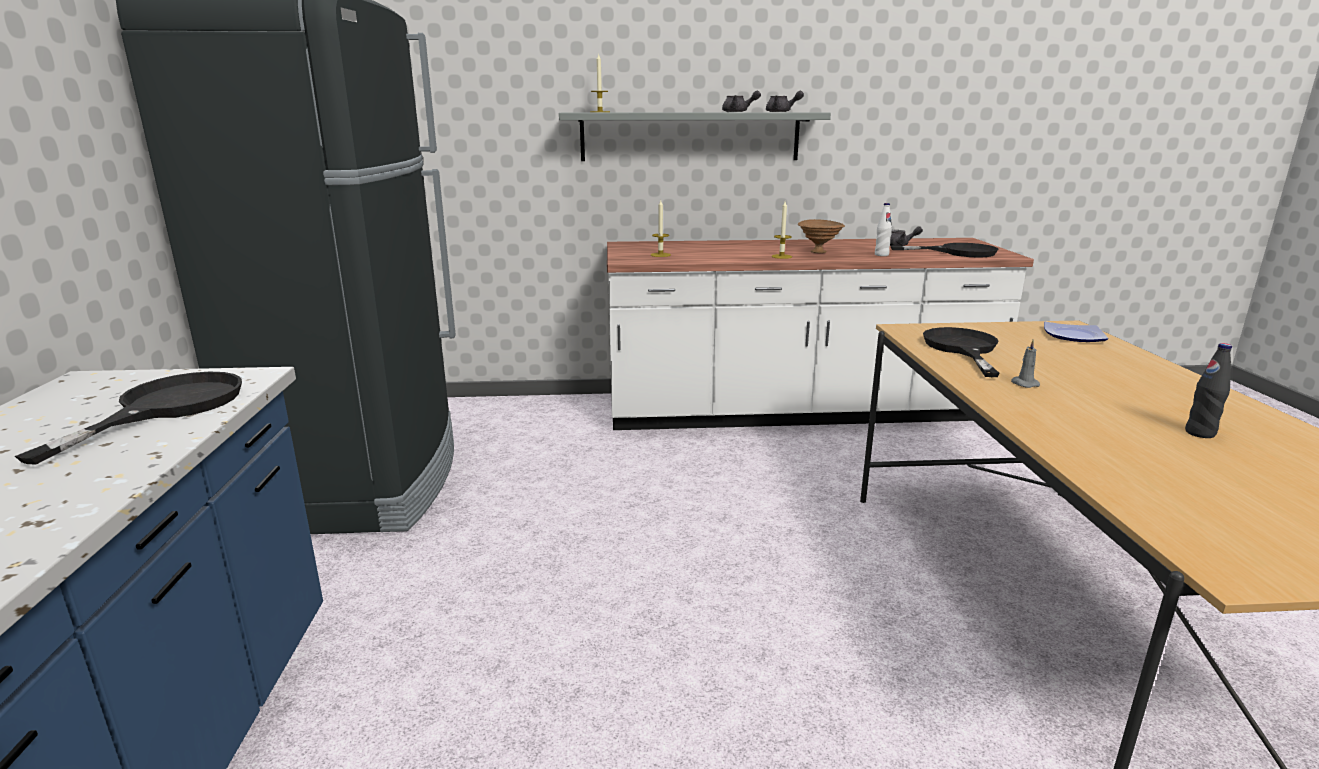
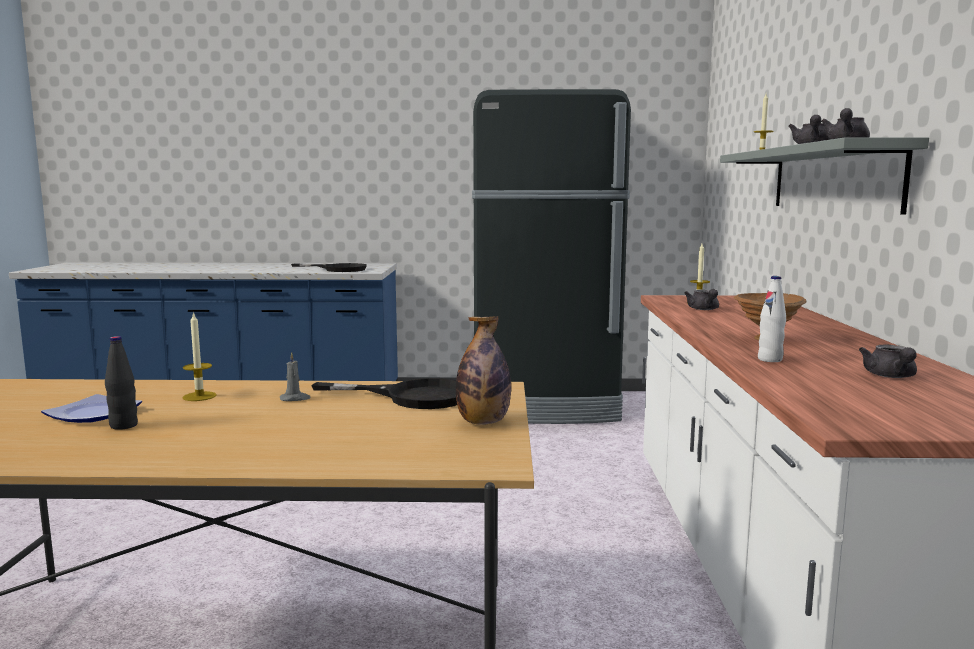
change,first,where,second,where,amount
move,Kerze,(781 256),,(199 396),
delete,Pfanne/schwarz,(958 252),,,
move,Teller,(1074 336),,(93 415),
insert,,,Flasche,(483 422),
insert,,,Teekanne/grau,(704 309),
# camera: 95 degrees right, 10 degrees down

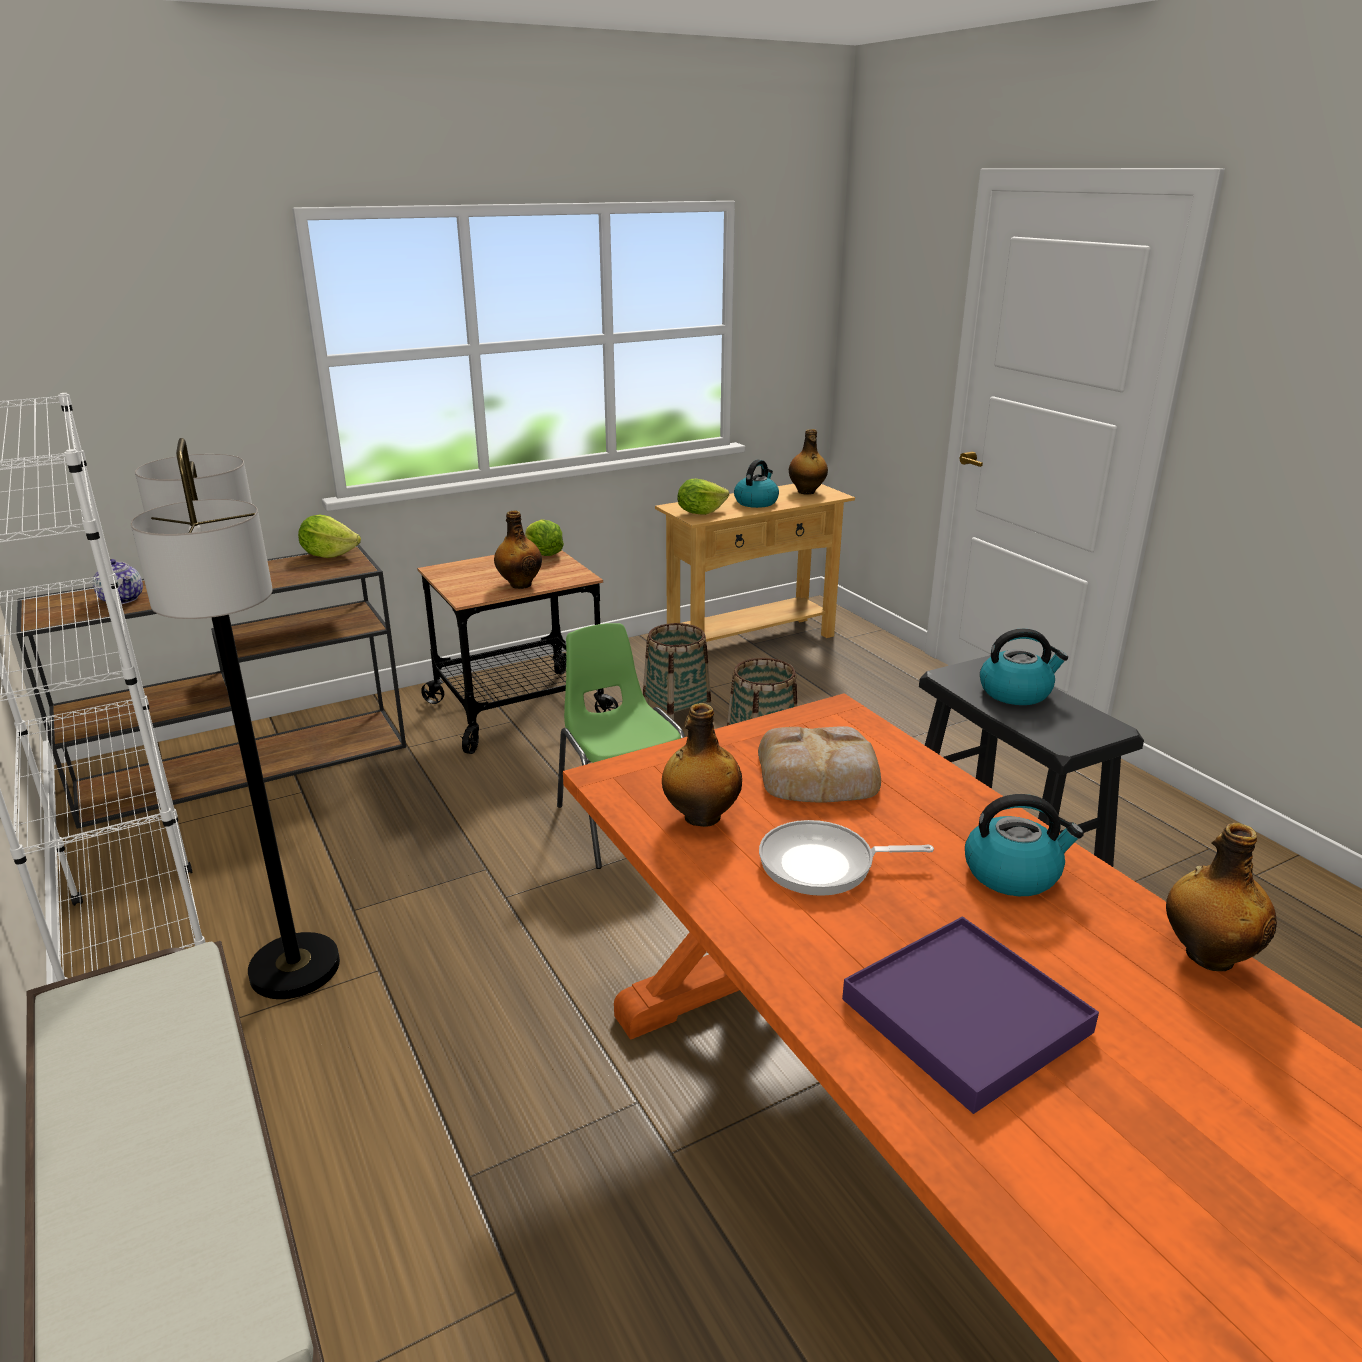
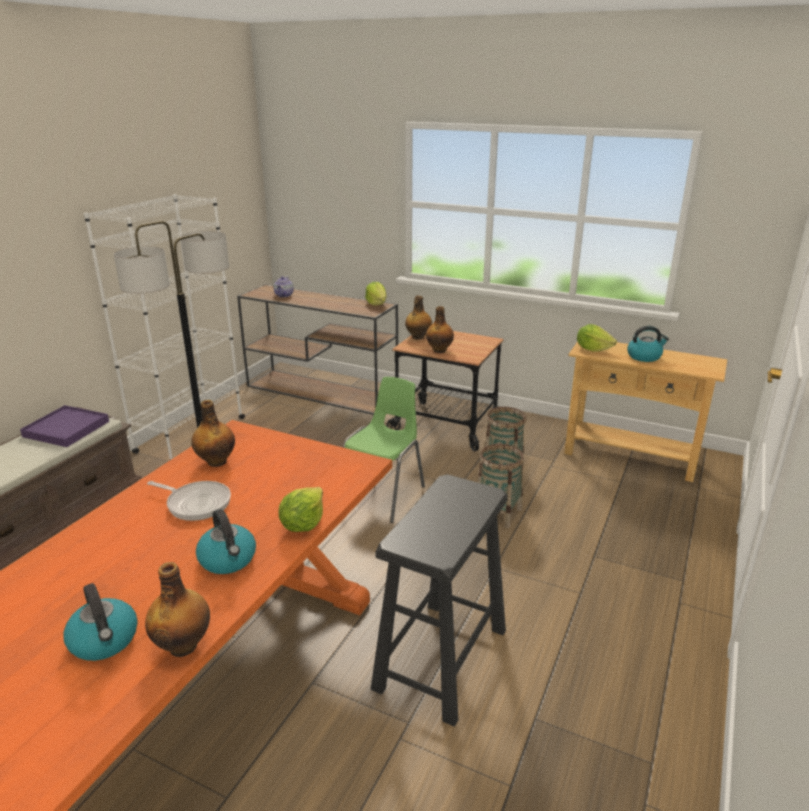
change,first,where,second,where,amount
move,Salatkopf,(543 554),,(303 524),
delete,Brot,(820 775),,,
rotate,Pfanne,(823 865),,(196 503),150 degrees clockwise
move,Flasche,(806 492),,(418 337),
move,Tablett/lila,(965 1016),,(66 429),
move,Wasserkessel,(1016 692),,(105 641),
# camera: 55 degrees right, 0 degrees up

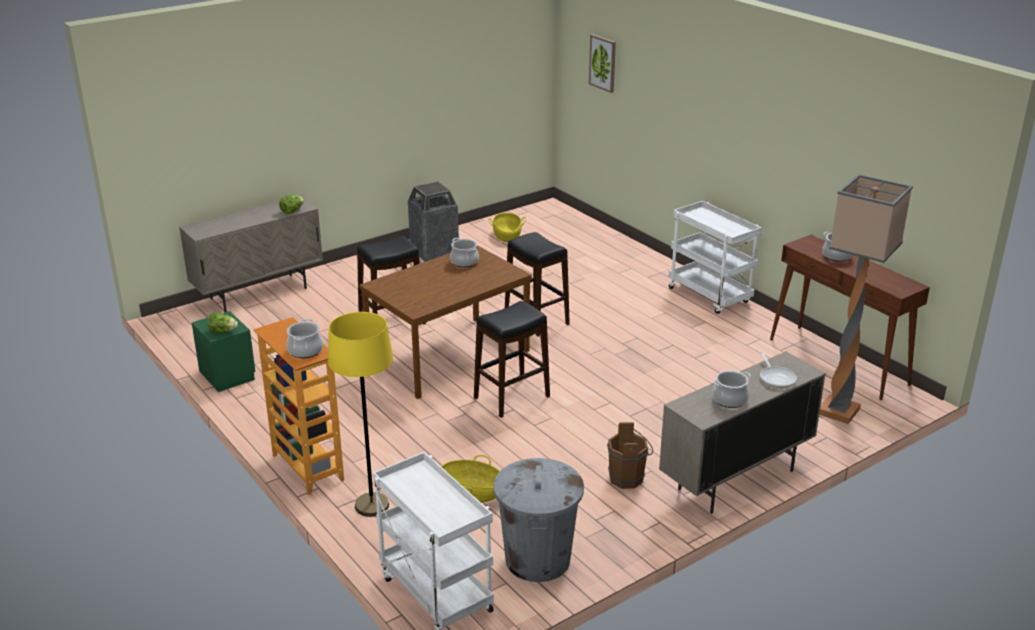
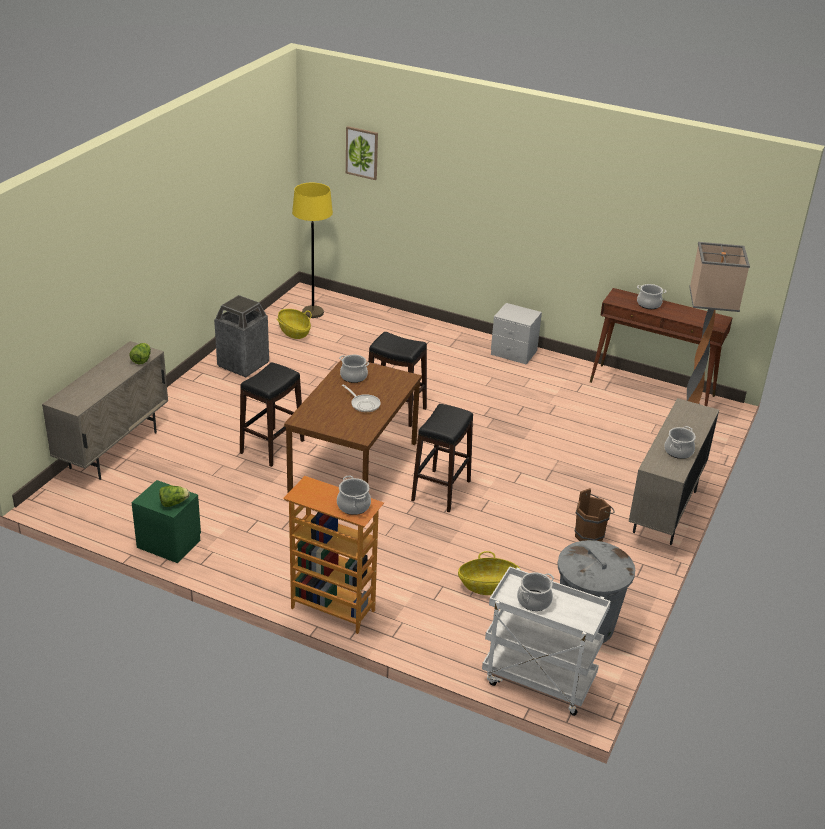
change,first,where,second,where,amount
move,Stehlampe/gelb,(372 505),,(313 312),
replace,Rollwagen/weiß,(710 296),Nachttisch/grau,(513 353),
move,Pfanne,(776 378),,(364 404),
insert,,,Kochtopf,(534 601),
# camera: 30 degrees left, 5 degrees up

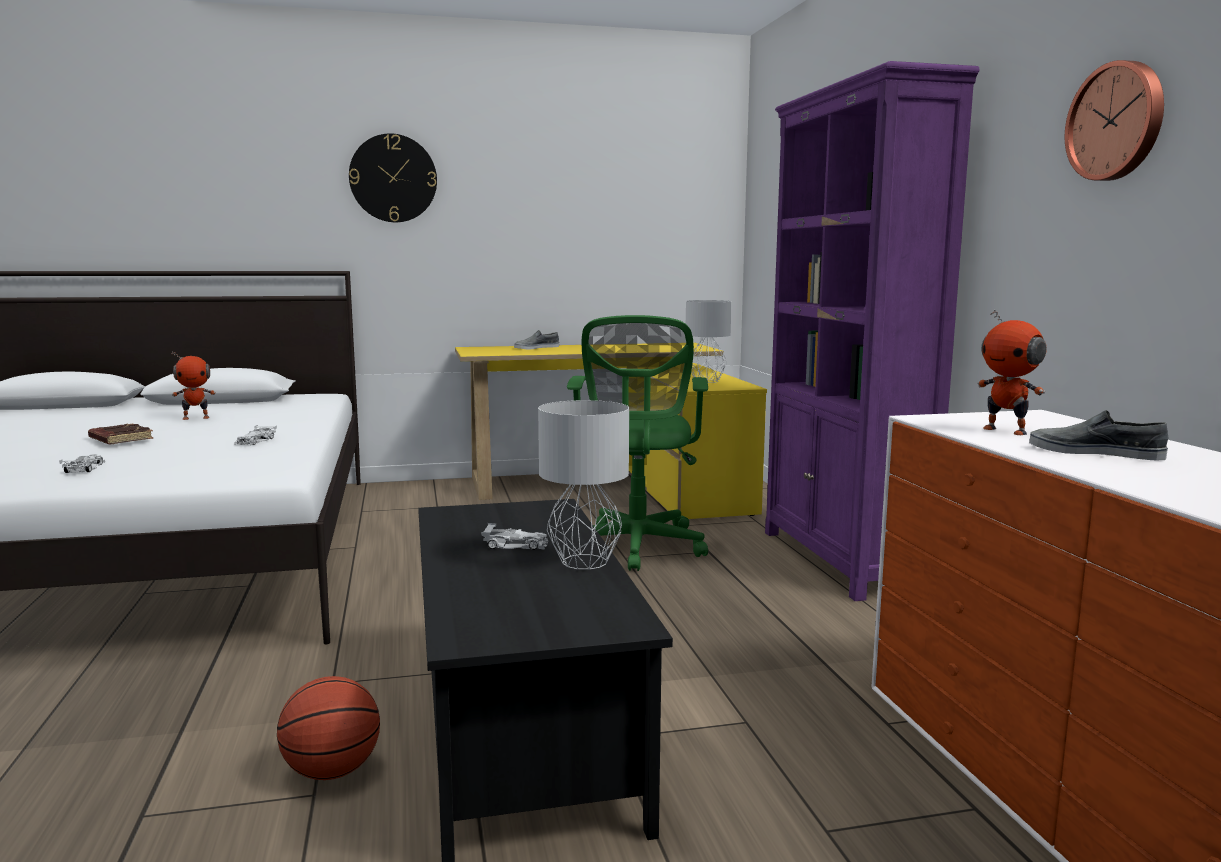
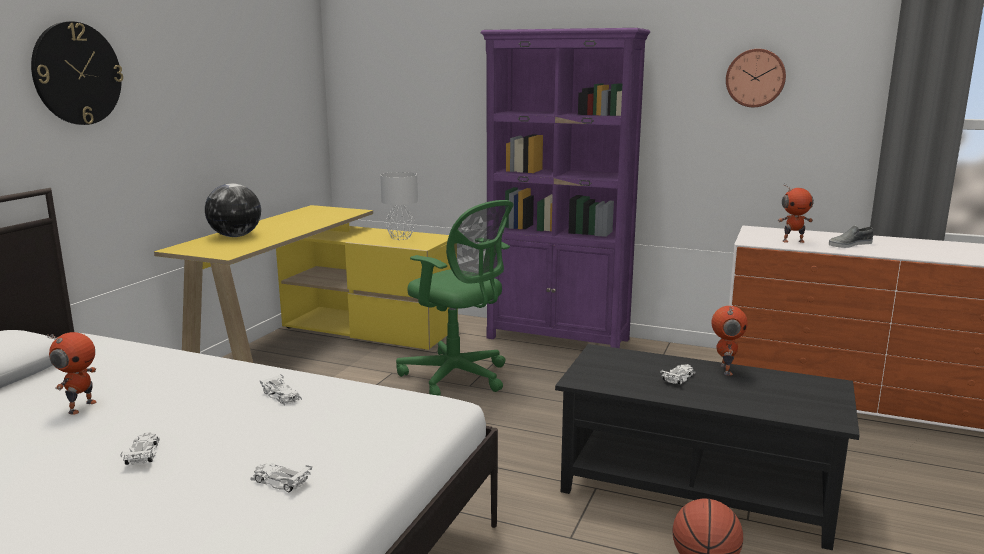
change,first,where,second,where,amount
replace,Buch/braun,(119 439),Spielzeugauto/weiß,(143 454),
replace,Schuh/grau,(536 348),Globus,(236 236),
replace,Tischlampe/grau,(584 561),Spielzeugroboter,(724 370),
# camera: 55 degrees left, 5 degrees up

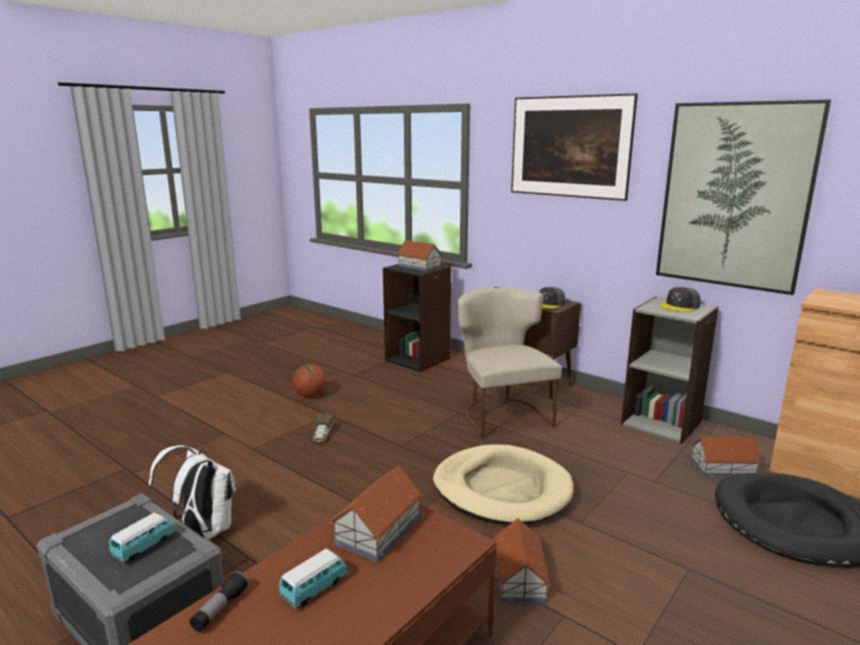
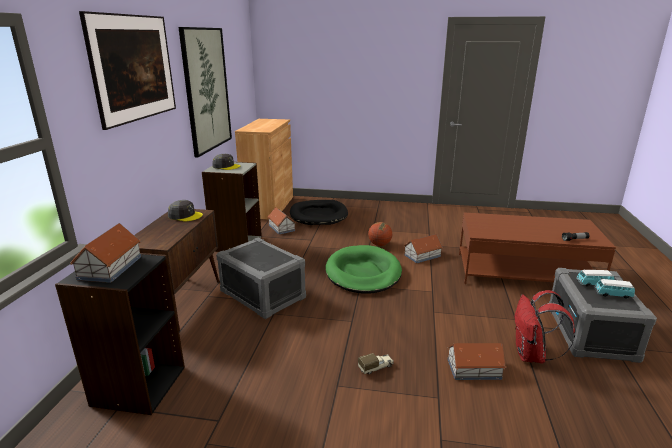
change,first,where,second,where,amount
recolor,Rucksack/weiß,(203 530),Rucksack/rot,(532 355),
move,Spielzeugauto,(314 588),,(613 295),
move,Basketball,(310 395),,(379 244),
move,Spielzeughaus,(377 530),,(474 369),
recolor,Hundebett/beige,(502 489),Hundebett/grün,(363 273),
replace,Stuhl/beige,(502 414),Aufbewahrungsbox/grau,(262 295),
# camera: 120 degrees left, 5 degrees up

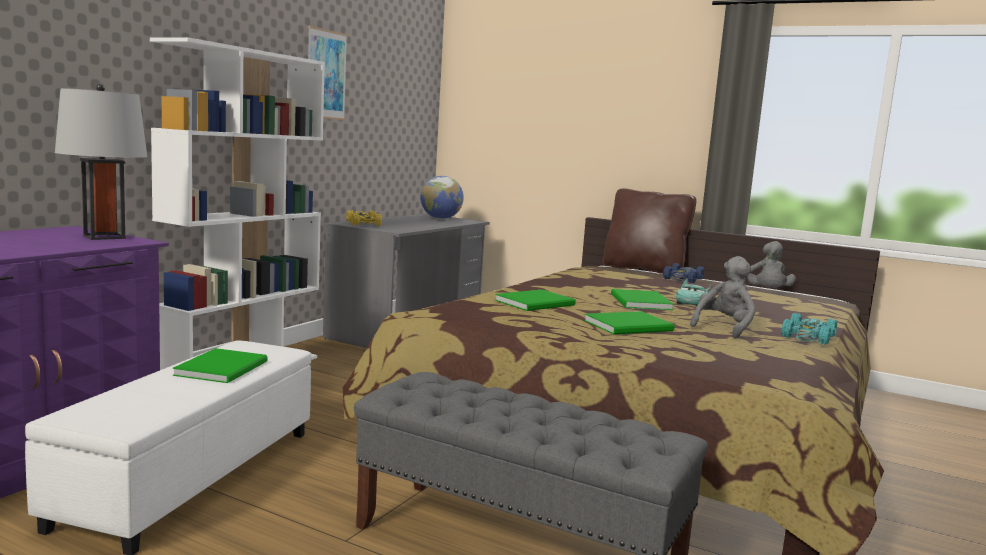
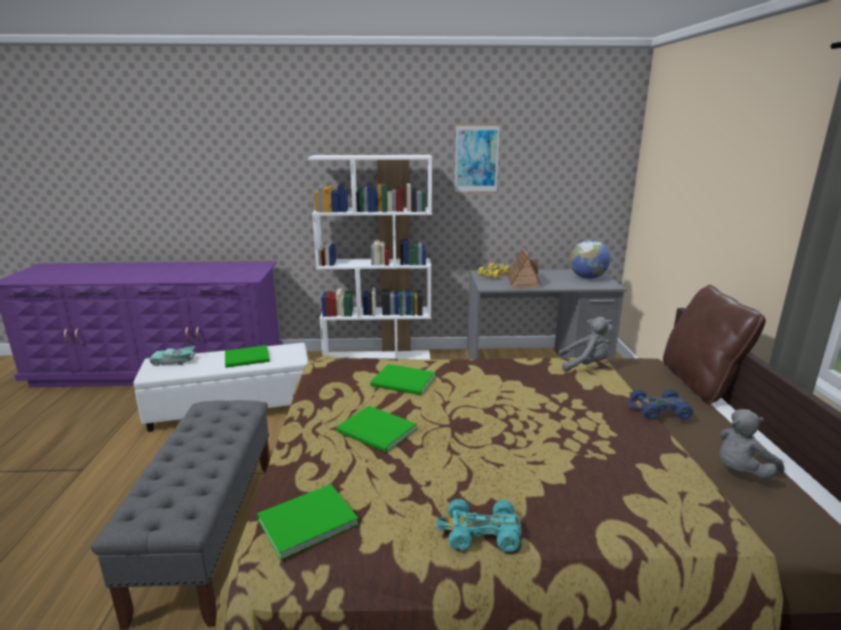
change,first,where,second,where,amount
delete,Tischlampe/grau,(104 237),,,
move,Buch/grün,(639 302),,(304 521),
move,Spielzeugauto/türkis,(692 301),,(174 361),
move,Plüschtier/grau,(724 328),,(585 365),
insert,,,Spielzeughaus,(522 283),
# camera: 60 degrees right, 10 degrees up

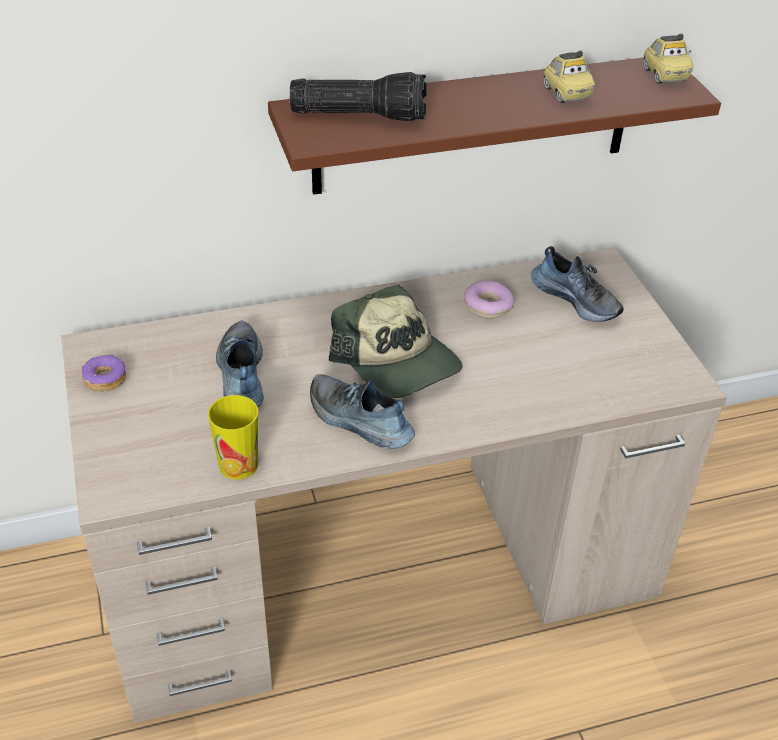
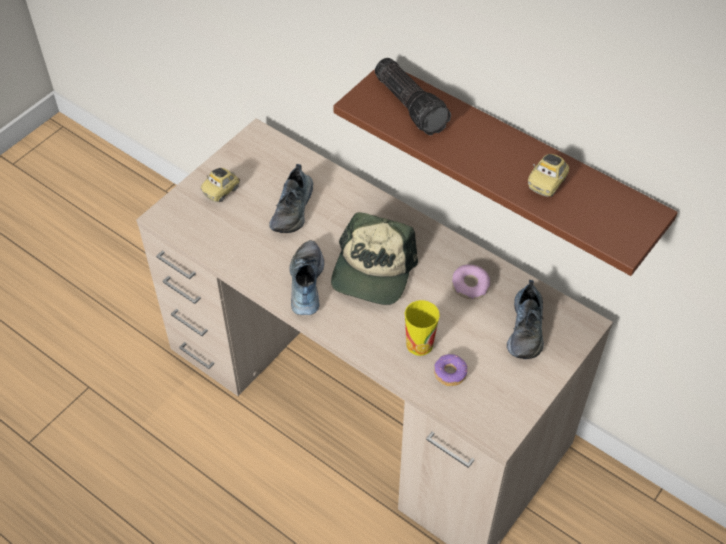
change,first,where,second,where,amount
move,Donut,(105 379),,(450 373),
move,Tasse,(238 465),,(419 344),
rotate,Schuh,(240 375),,(293 209),150 degrees clockwise
move,Spielzeugauto,(664 75),,(221 191),
# camera: 55 degrees right, 10 degrees up

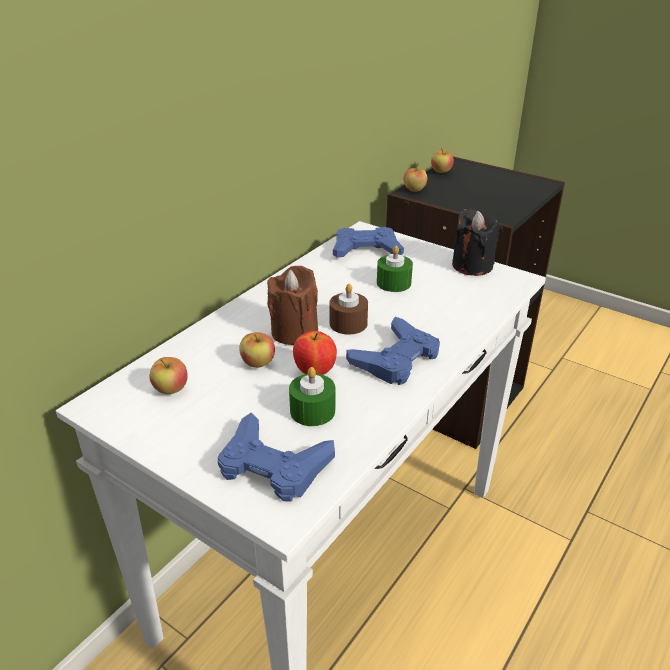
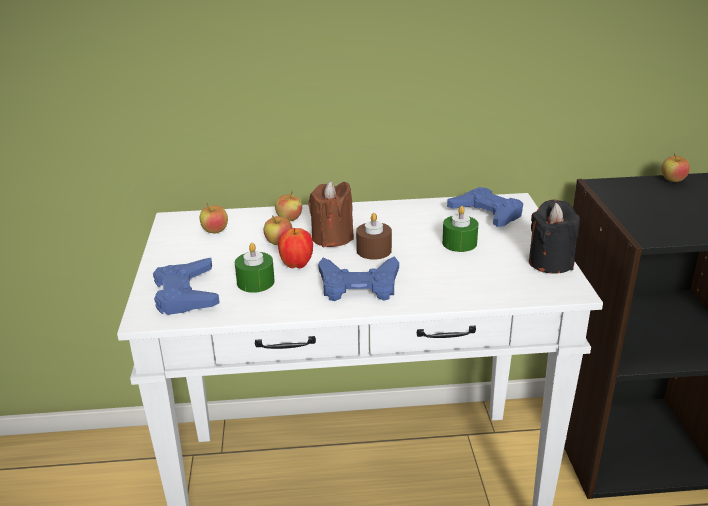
change,first,where,second,where,amount
move,Apfel,(414 190),,(289 219),
# camera: 50 degrees right, 5 degrees down

